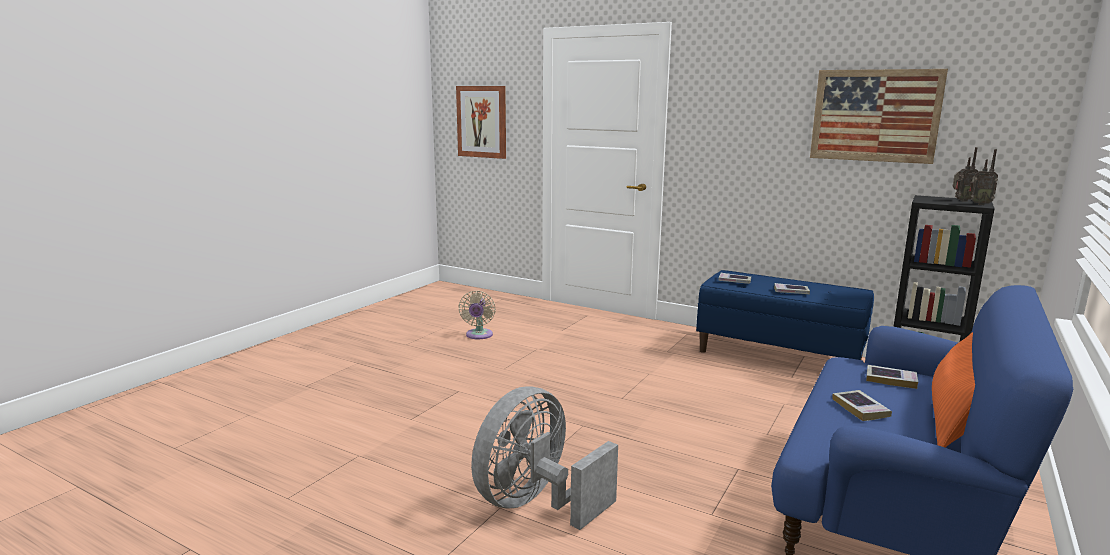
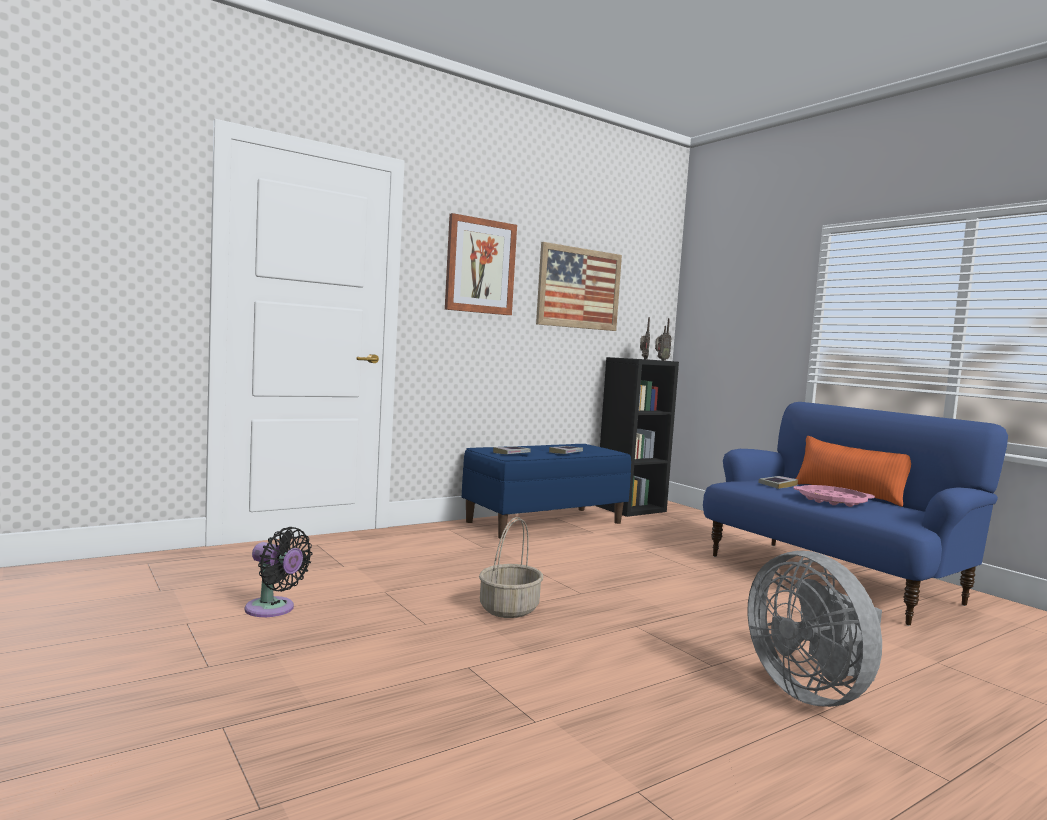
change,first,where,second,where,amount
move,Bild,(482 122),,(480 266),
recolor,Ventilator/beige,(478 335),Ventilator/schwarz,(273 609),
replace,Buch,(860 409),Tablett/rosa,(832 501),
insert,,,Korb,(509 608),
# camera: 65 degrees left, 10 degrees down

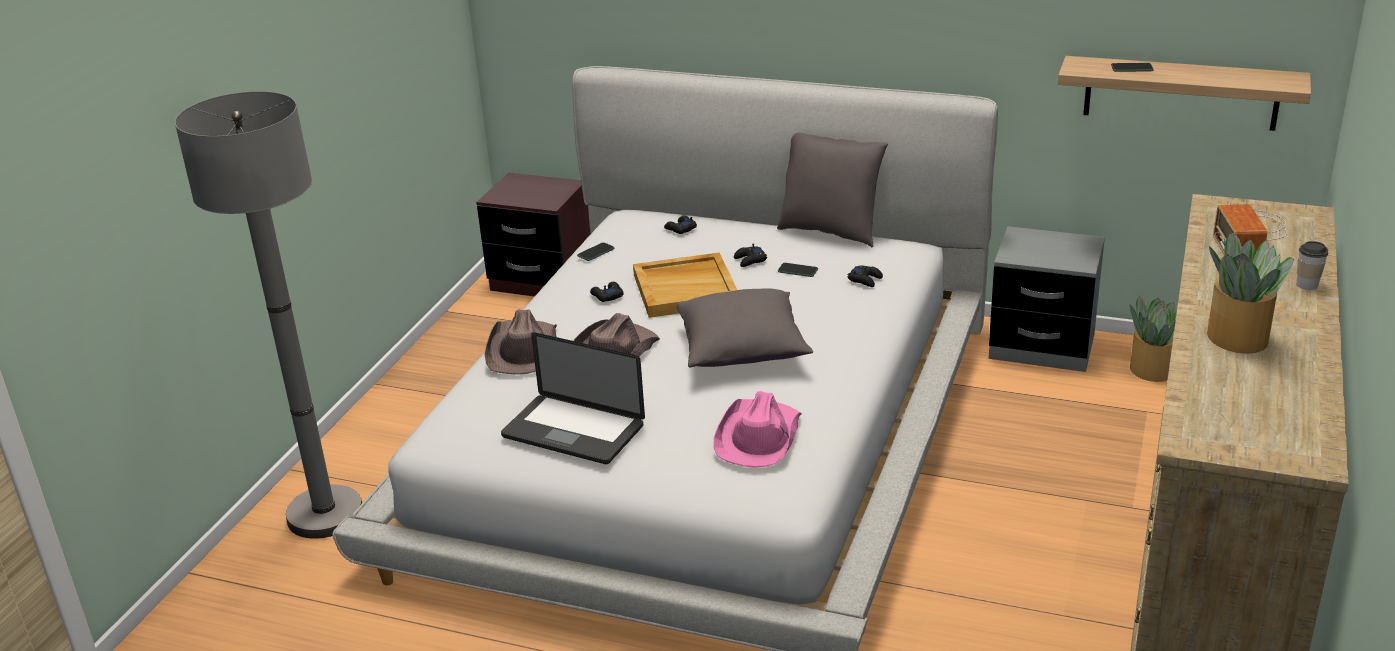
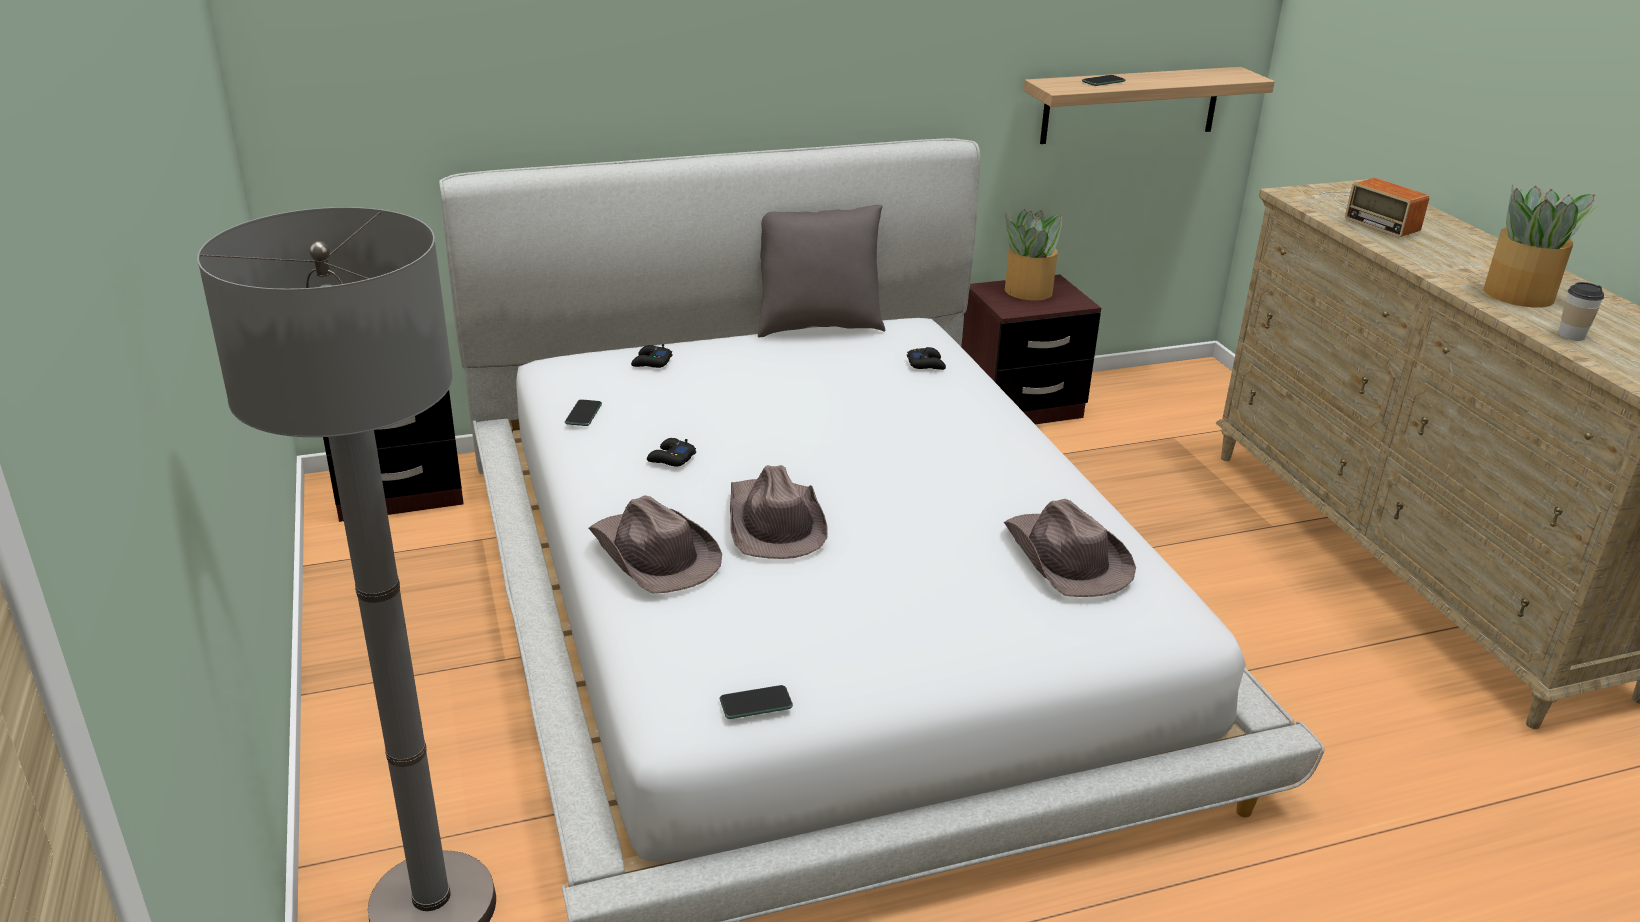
change,first,where,second,where,amount
delete,Laptop,(573 431),,,
delete,Tablett/beige,(686 289),,,
delete,Kissen/grau,(743 351),,,
recolor,Hut/rosa,(758 437),Hut/braun,(1065 558),
delete,Gamepad/schwarz,(750 260),,,
move,Handy,(797 270),,(756 703),
recolor,Nachttisch/grau,(1041 347),Nachttisch/braun,(1019 406),
move,Topfpflanze,(1150 369),,(1027 291),
move,Tasse,(1307 285),,(1571 335),
# camera: 40 degrees left, 0 degrees up

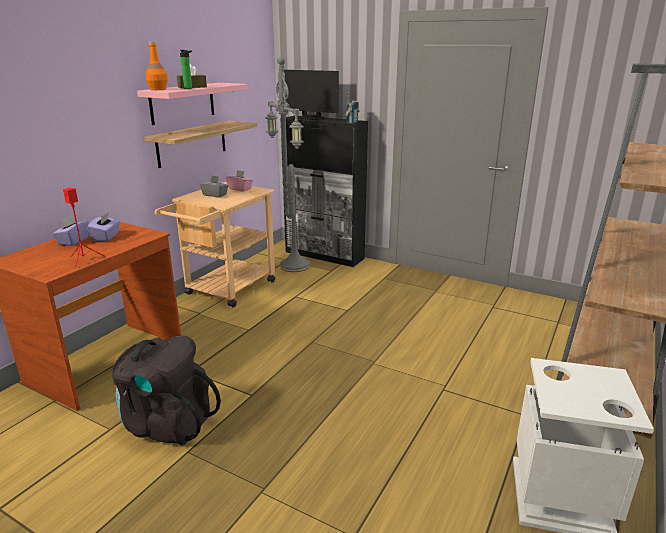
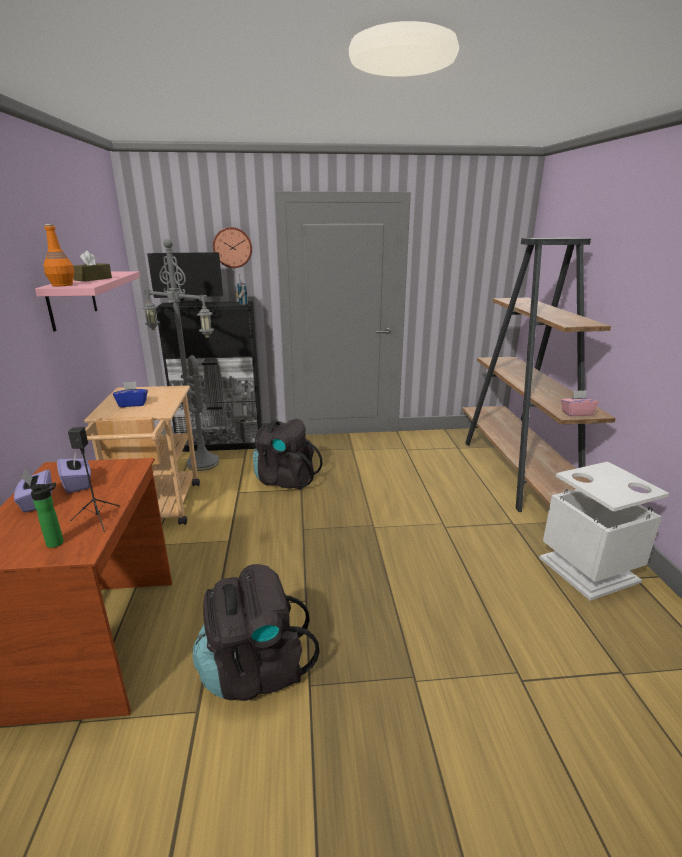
change,first,where,second,where,amount
recolor,Lautsprecher/rot,(84 260),Lautsprecher/schwarz,(98 518),
delete,Wandregal,(192 143),,,
move,Flasche,(189 88),,(58 542),
recolor,Taschentuchbox/grau,(215 195),Taschentuchbox/blau,(132 404),
move,Taschentuchbox/rosa,(240 189),,(576 413),
insert,,,Wanduhr,(233 247),
insert,,,Rucksack/schwarz,(285 479),
# camera: 35 degrees left, 0 degrees up

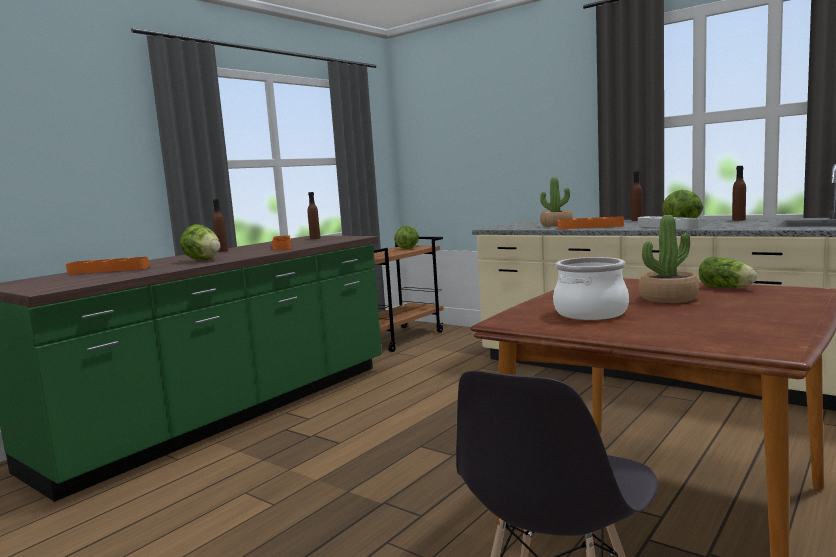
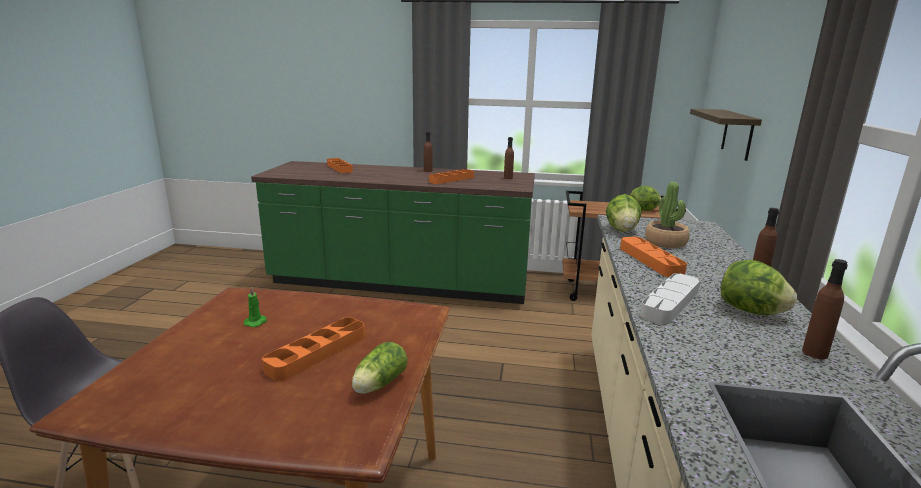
change,first,where,second,where,amount
move,Salatkopf,(203 260),,(622 230),
replace,Kochtopf,(590 313),Kerze/grün,(256 322),
replace,Topfpflanze,(668 298),Tablett/orange,(317 353),
insert,,,Wandregal,(737 134),
# camera: 60 degrees right, 10 degrees up

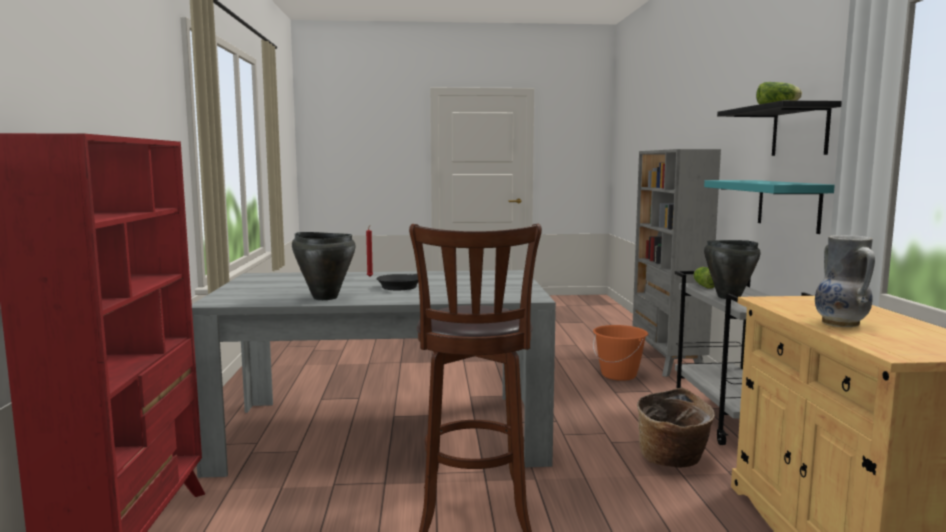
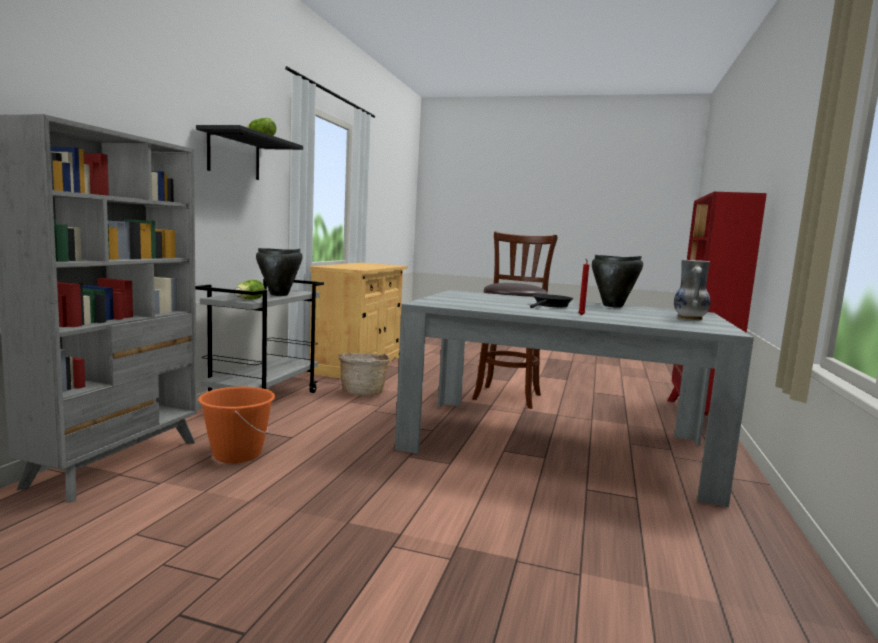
change,first,where,second,where,amount
delete,Wandregal/türkis,(788 205),,,
move,Vase,(841 323),,(689 319),
# camera: 160 degrees left, 0 degrees up

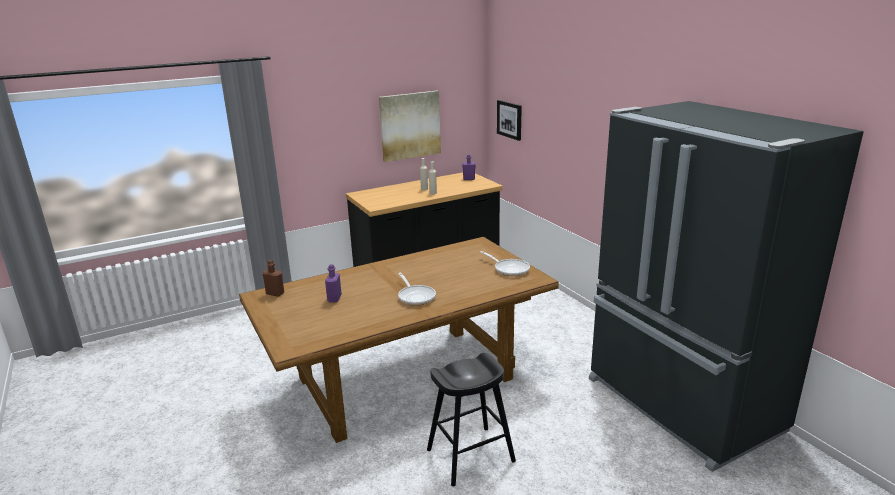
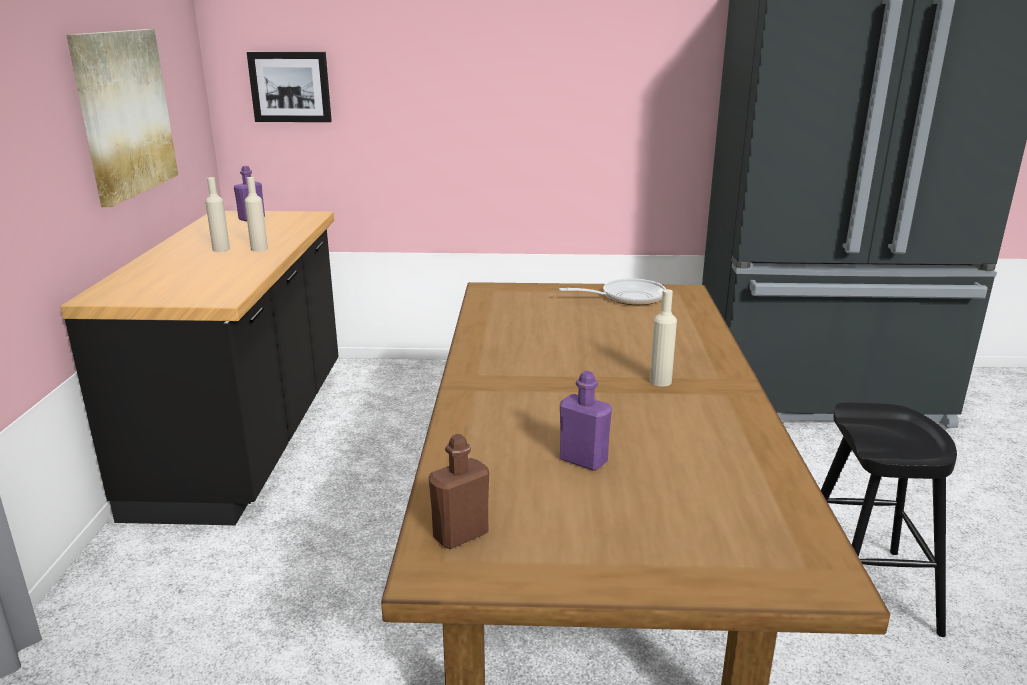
change,first,where,second,where,amount
replace,Pfanne,(415 296),Flasche/beige,(660 381),
# camera: 60 degrees left, 0 degrees up

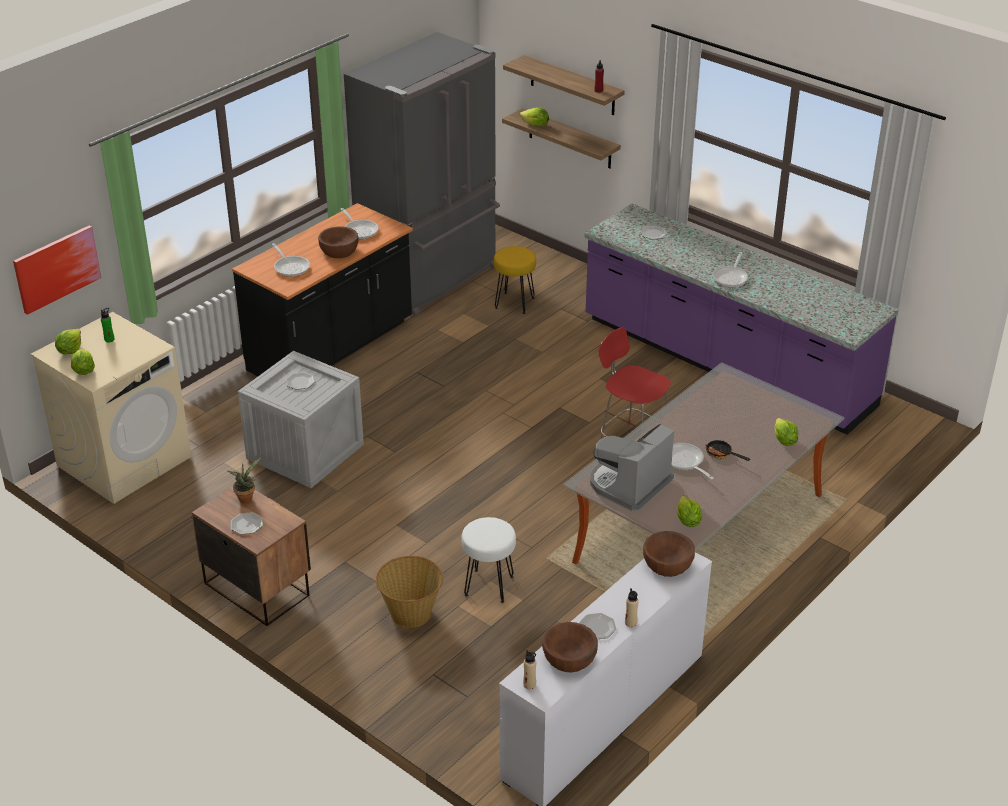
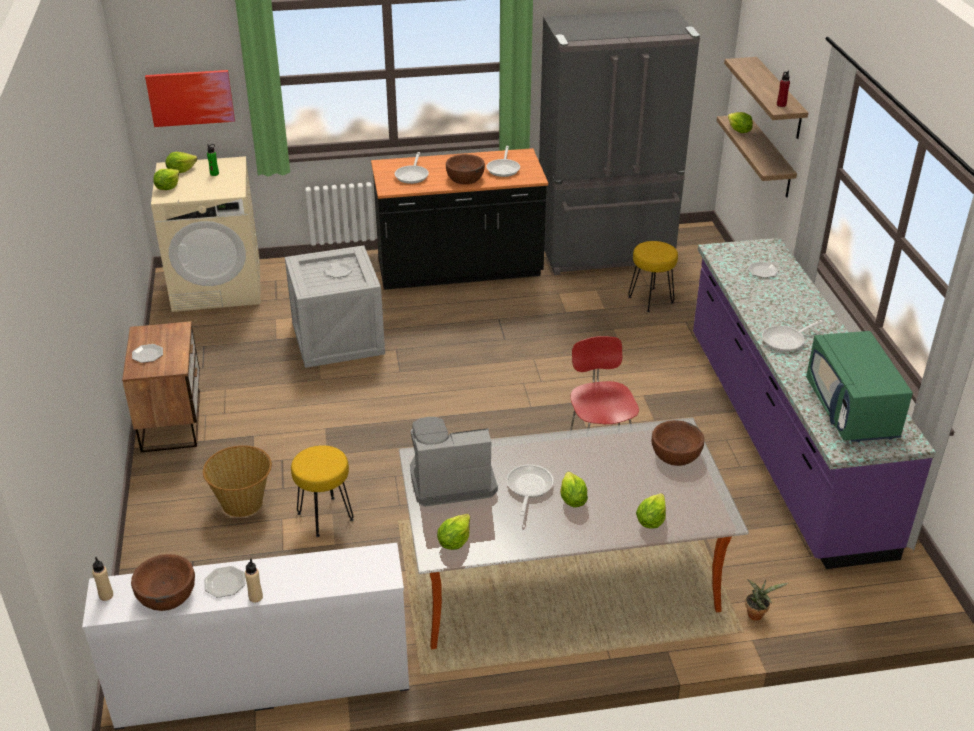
change,first,where,second,where,amount
move,Topfpflanze,(246 497),,(756 614),
recolor,Hocker/weiß,(488 586),Hocker/gelb,(324 516),
move,Schüssel/braun,(667 564),,(676 453),
replace,Pfanne,(722 454),Salatkopf,(572 500),
insert,,,Mikrowelle/grün,(851 411),
# camera: 40 degrees right, 0 degrees up

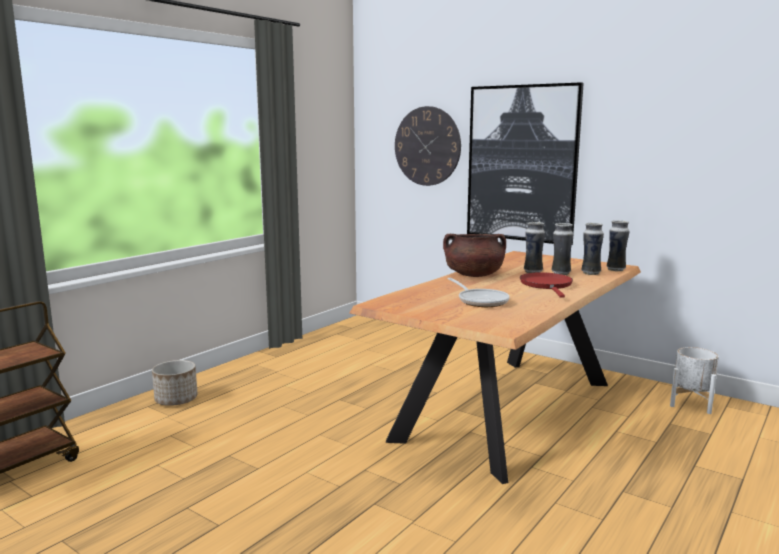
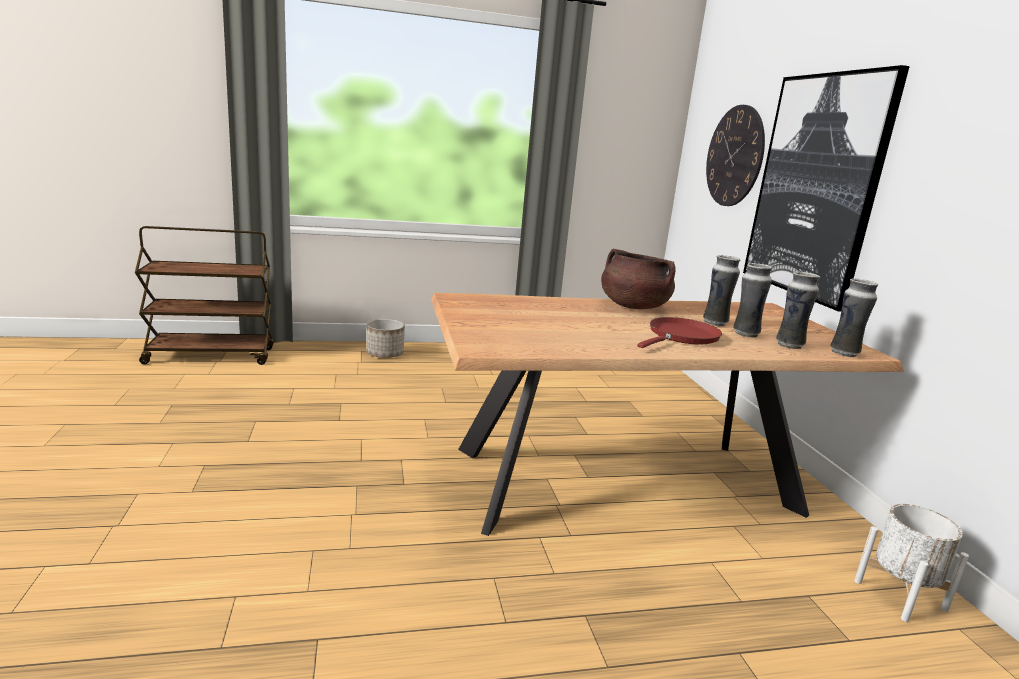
change,first,where,second,where,amount
delete,Pfanne,(480 301),,,
# camera: 40 degrees right, 5 degrees up

